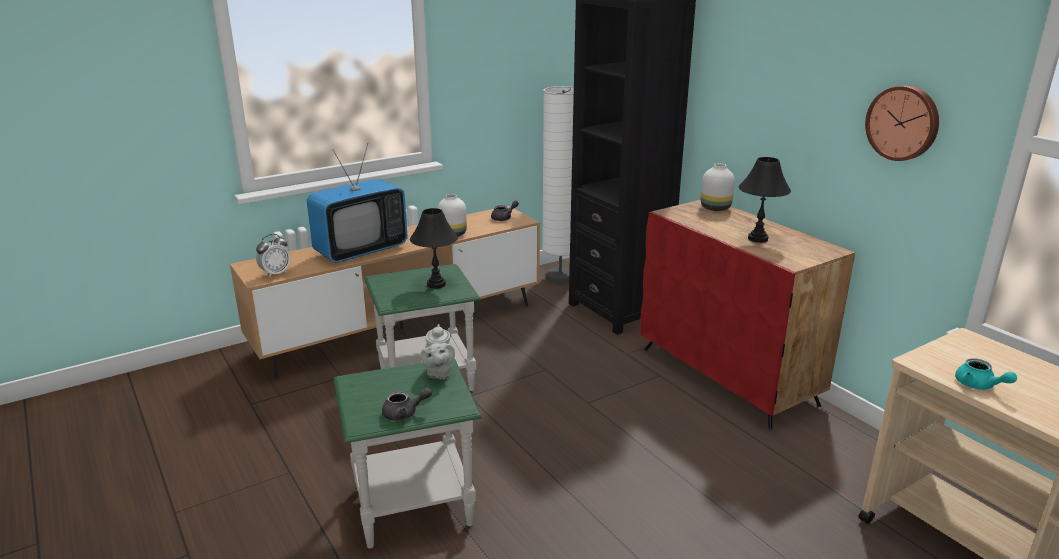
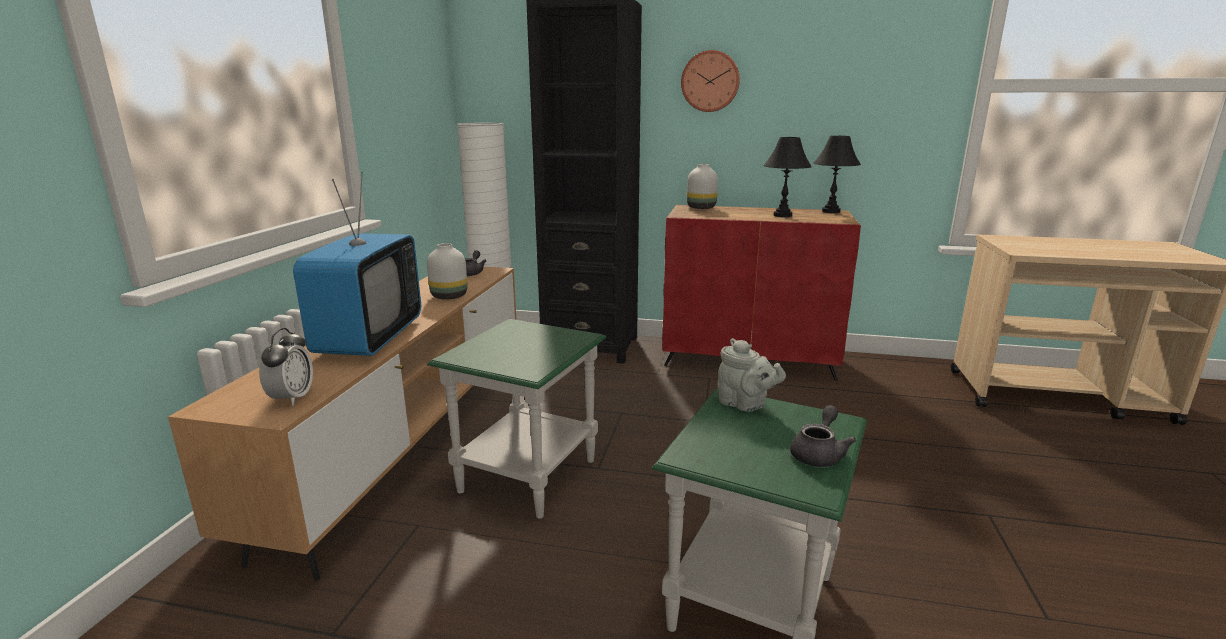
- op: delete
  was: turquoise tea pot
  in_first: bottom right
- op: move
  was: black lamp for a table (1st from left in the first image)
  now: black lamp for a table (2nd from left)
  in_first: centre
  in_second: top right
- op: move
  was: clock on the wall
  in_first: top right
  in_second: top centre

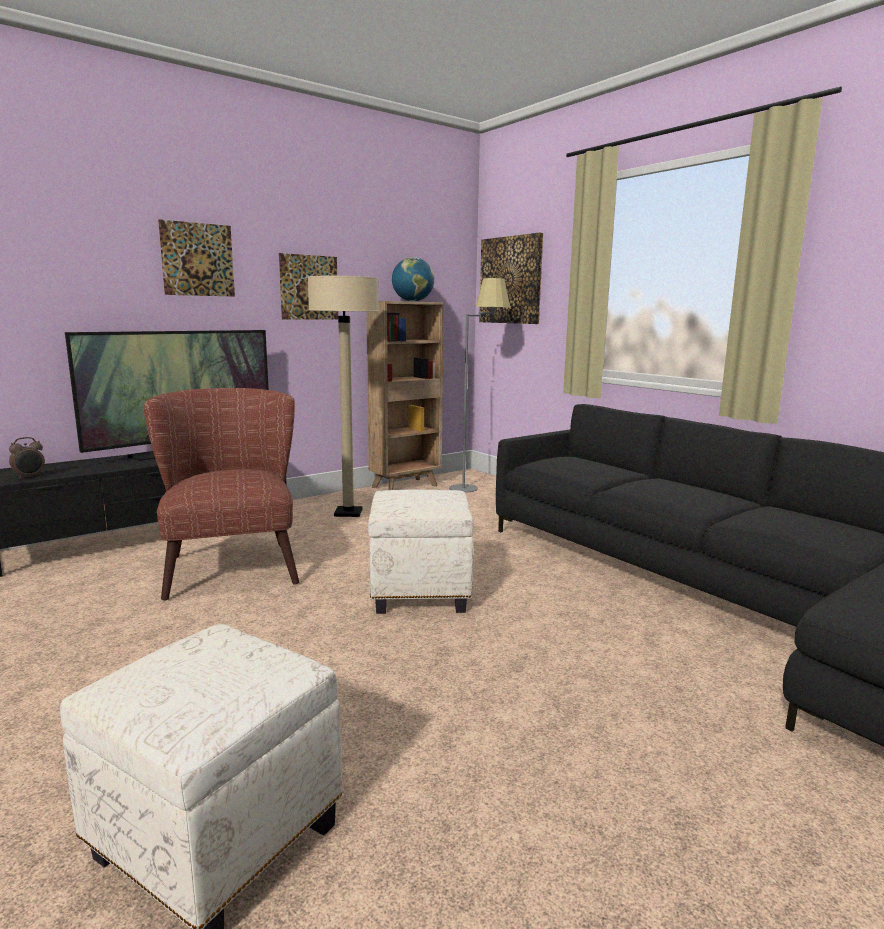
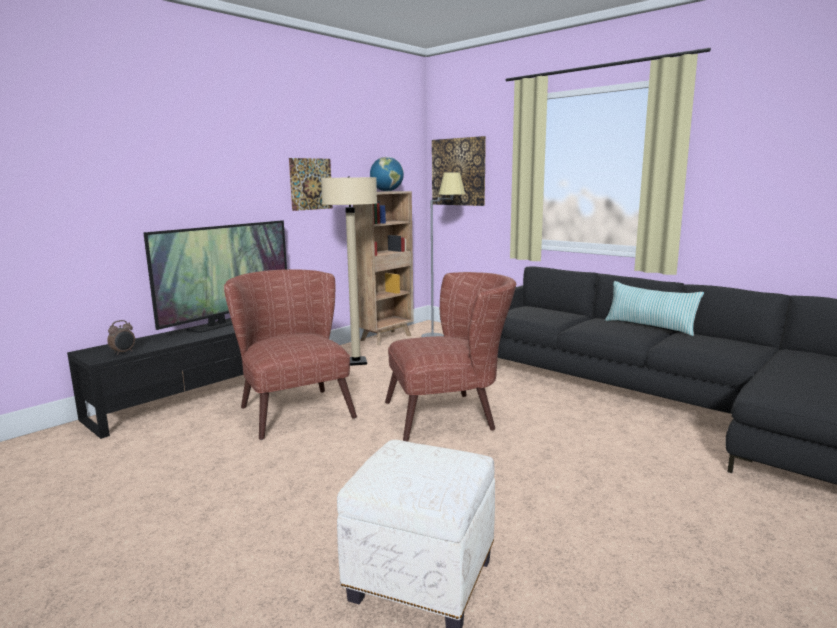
- op: delete
  was: wall picture (1st from left)
  in_first: top left
- op: insert
  now: throw pillow
  in_second: middle right
- op: replace
  was: white-coloured ottoman (2nd from left)
  now: brown lounge chair (2nd from left)
  in_first: centre
  in_second: centre

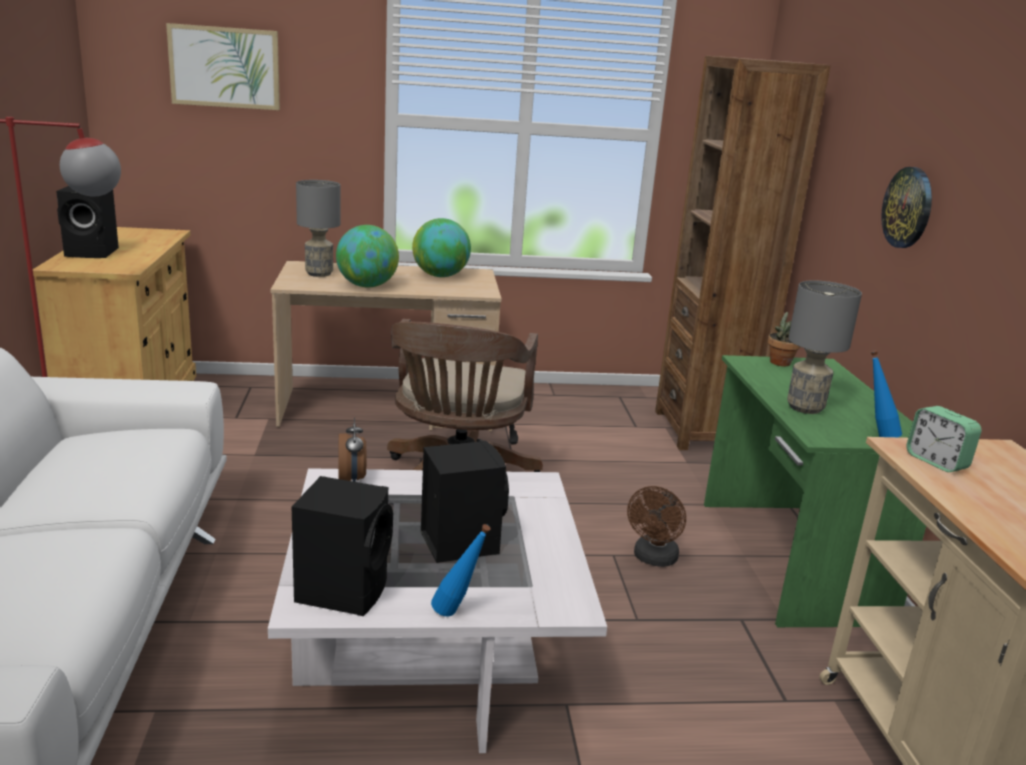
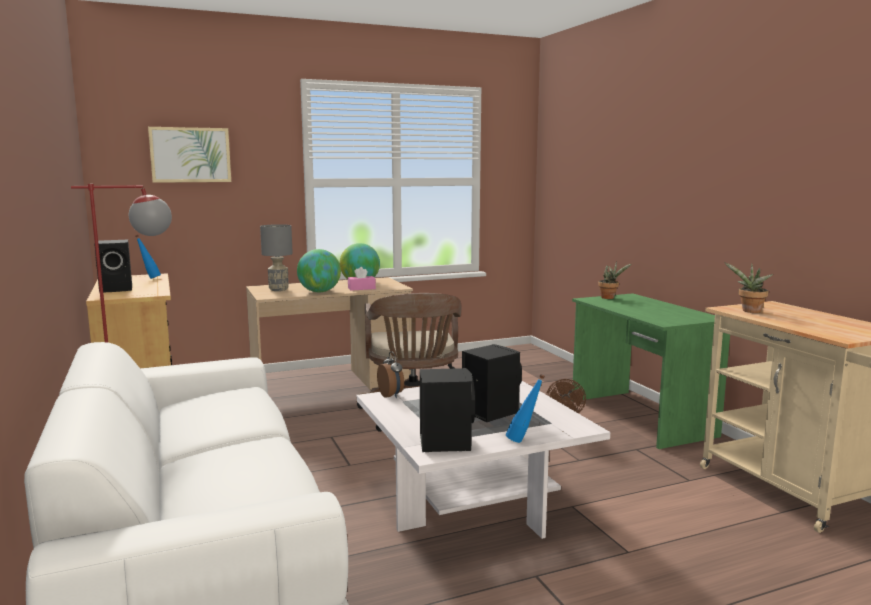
- op: delete
  was: brown bookshelf
  in_first: top right
- op: delete
  was: greyish lamp for a table (2nd from left)
  in_first: middle right
- op: delete
  was: clock on the wall
  in_first: top right
- op: insert
  now: pink-coloured tissue box
  in_second: centre
- op: move
  was: bluish bottle (2nd from left in the first image)
  now: bluish bottle (1st from left)
  in_first: middle right
  in_second: middle left
- op: replace
  was: bedside clock (2nd from left)
  now: houseplant (2nd from left)
  in_first: middle right
  in_second: middle right

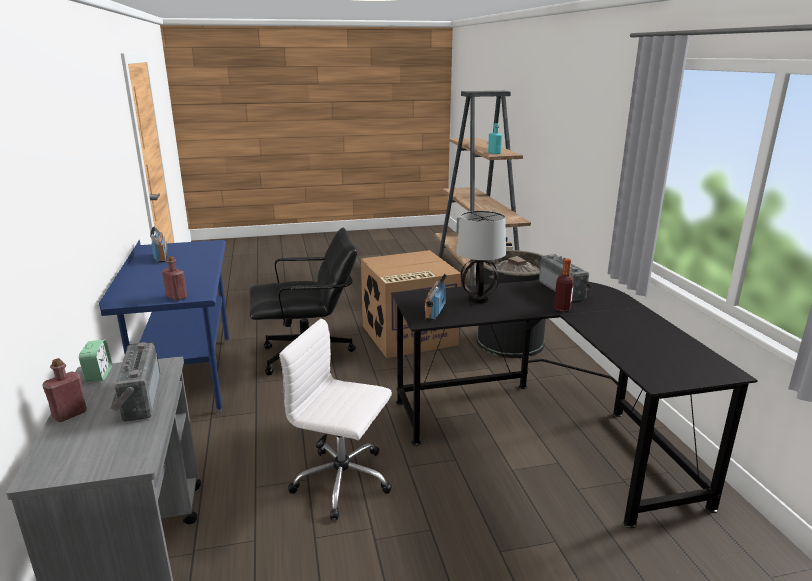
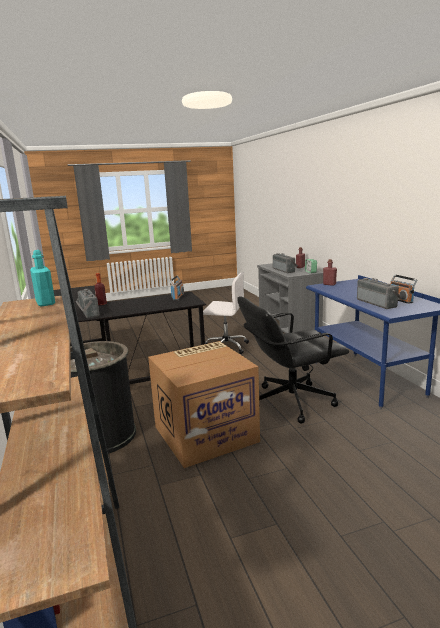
- op: delete
  was: lamp for a table
  in_first: centre
- op: insert
  now: radio (4th from left)
  in_second: middle right

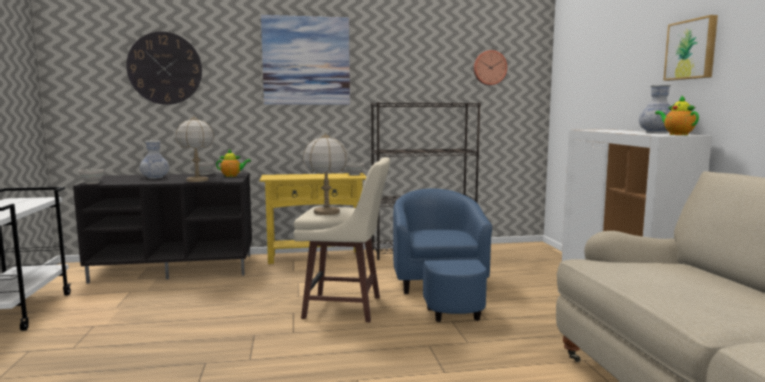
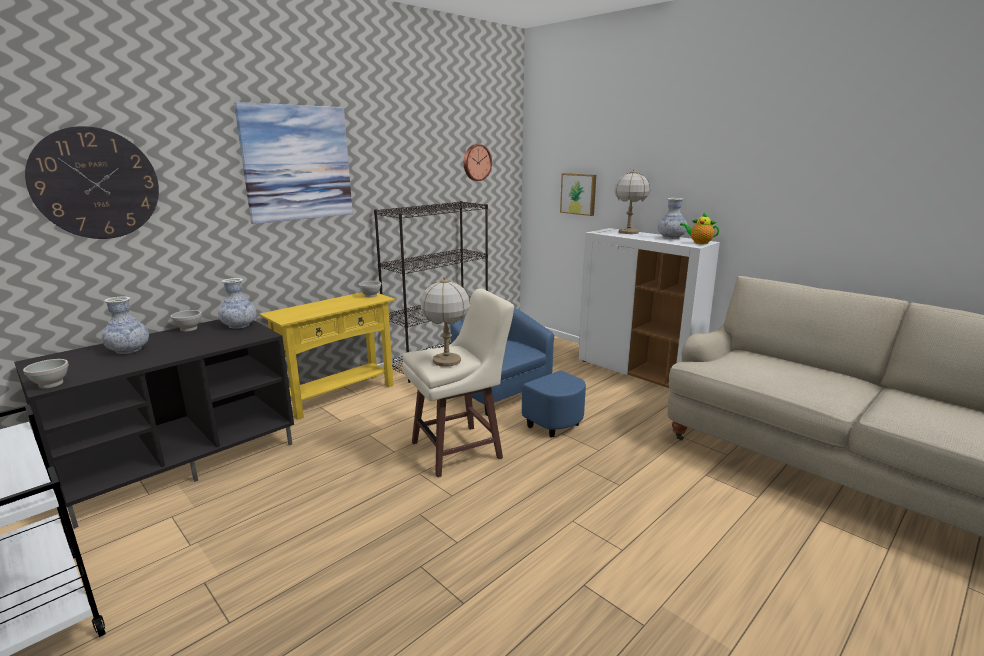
- op: move
  was: lamp for a table (1st from left in the first image)
  now: lamp for a table (2nd from left)
  in_first: middle left
  in_second: top centre
- op: move
  was: wall picture (2nd from left)
  in_first: top right
  in_second: top centre
- op: replace
  was: tea pot (1st from left)
  now: flower vase (2nd from left)
  in_first: middle left
  in_second: middle left

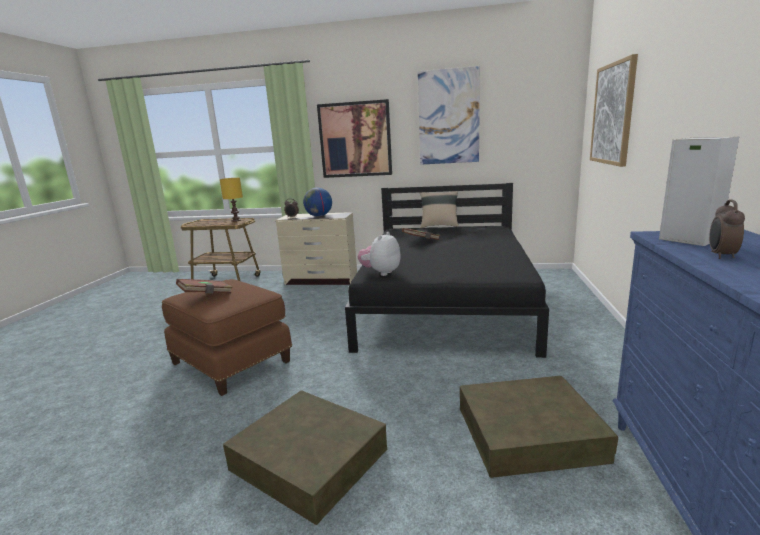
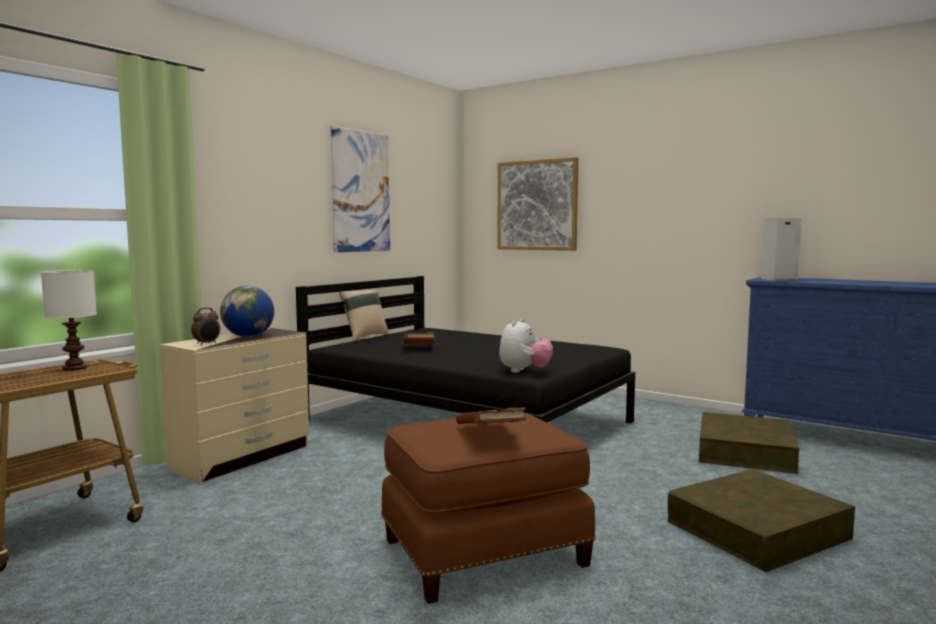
- op: delete
  was: wall picture (1st from left)
  in_first: top centre
- op: delete
  was: bedside clock (2nd from left)
  in_first: middle right
- op: recolor
  was: yellow-coloured lamp for a table
  now: white-coloured lamp for a table
  in_first: middle left
  in_second: middle left
- op: rotate
  was: soft toy
  in_first: centre
  in_second: centre
  clockwise: -120

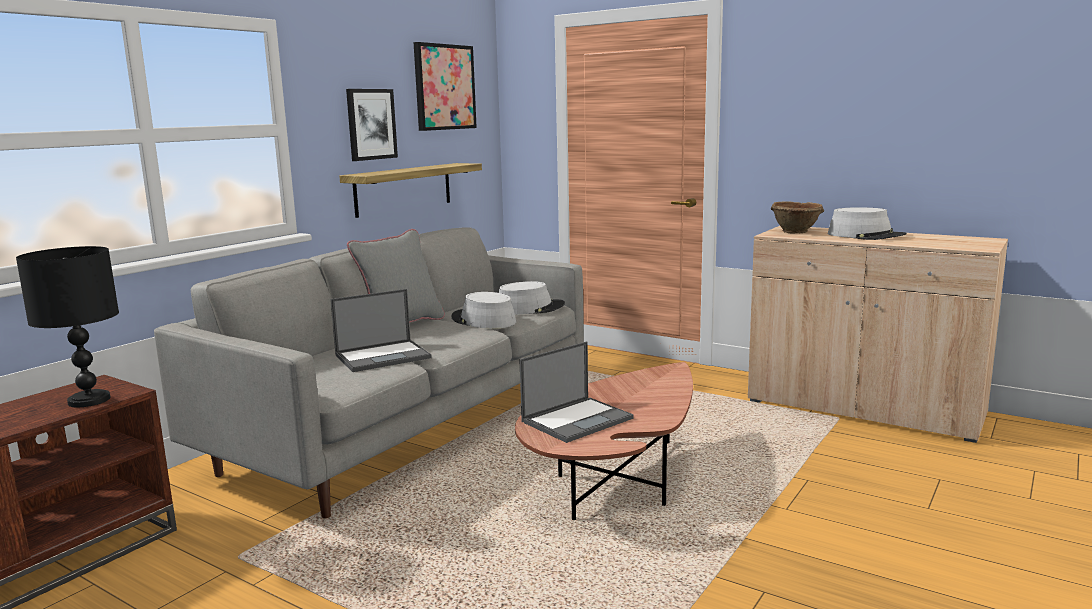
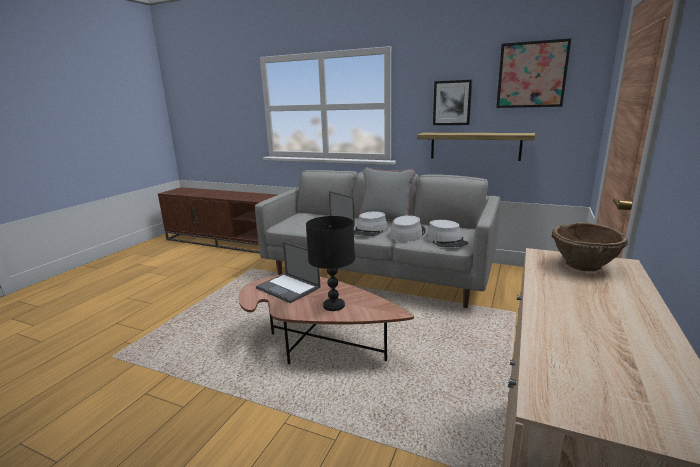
- op: move
  was: black lamp for a table
  in_first: middle left
  in_second: centre
- op: move
  was: greyish hat (3rd from left in the first image)
  now: greyish hat (1st from left)
  in_first: middle right
  in_second: centre

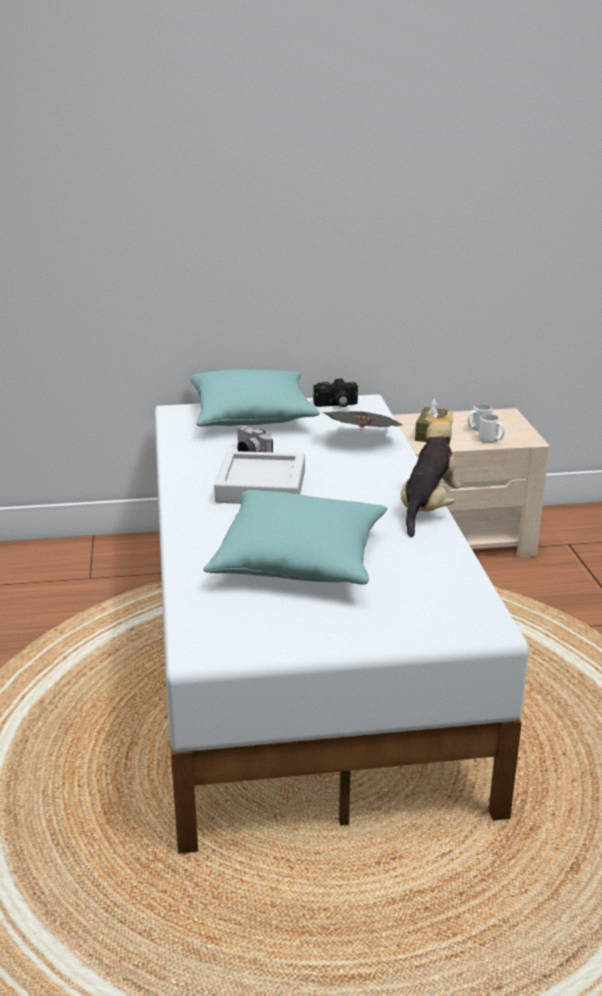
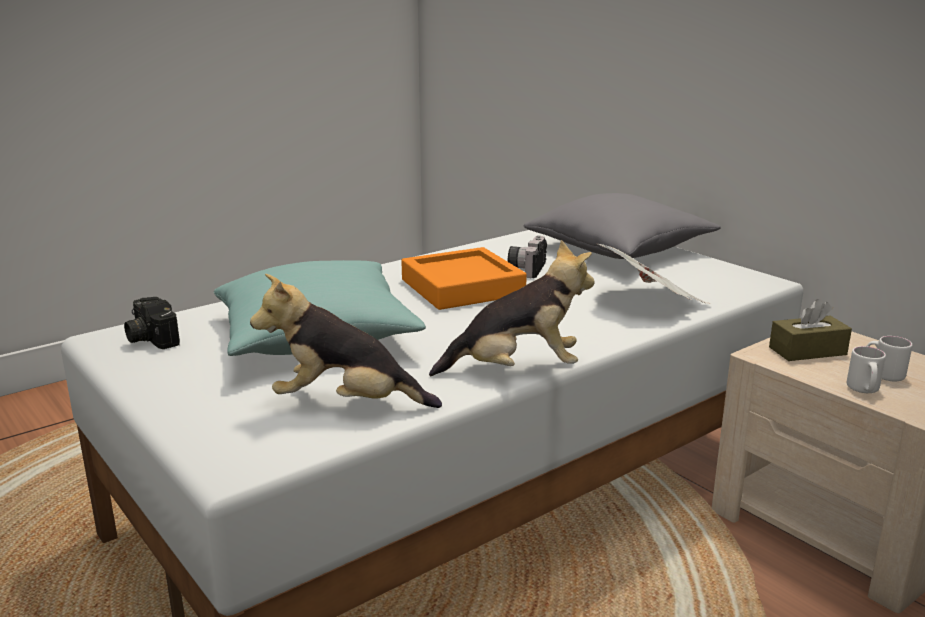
- op: insert
  now: soft toy (1st from left)
  in_second: centre
- op: move
  was: photo camera (2nd from left in the first image)
  now: photo camera (1st from left)
  in_first: centre
  in_second: middle left
- op: recolor
  was: turquoise throw pillow (1st from left)
  now: greyish throw pillow
  in_first: centre
  in_second: middle right
- op: recolor
  was: greyish carrying tray
  now: orangey carrying tray
  in_first: centre
  in_second: centre

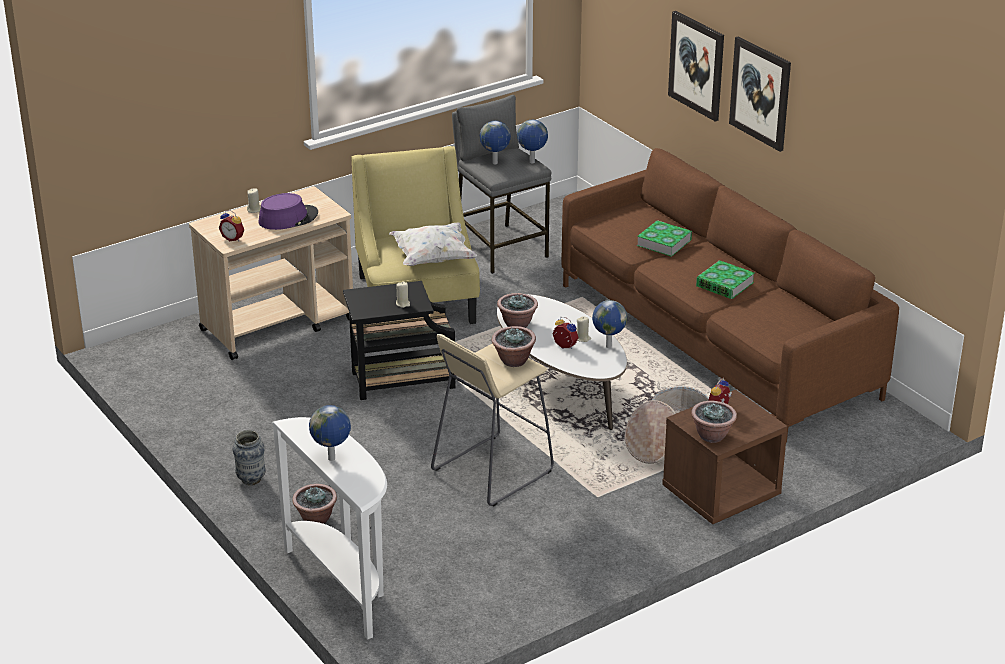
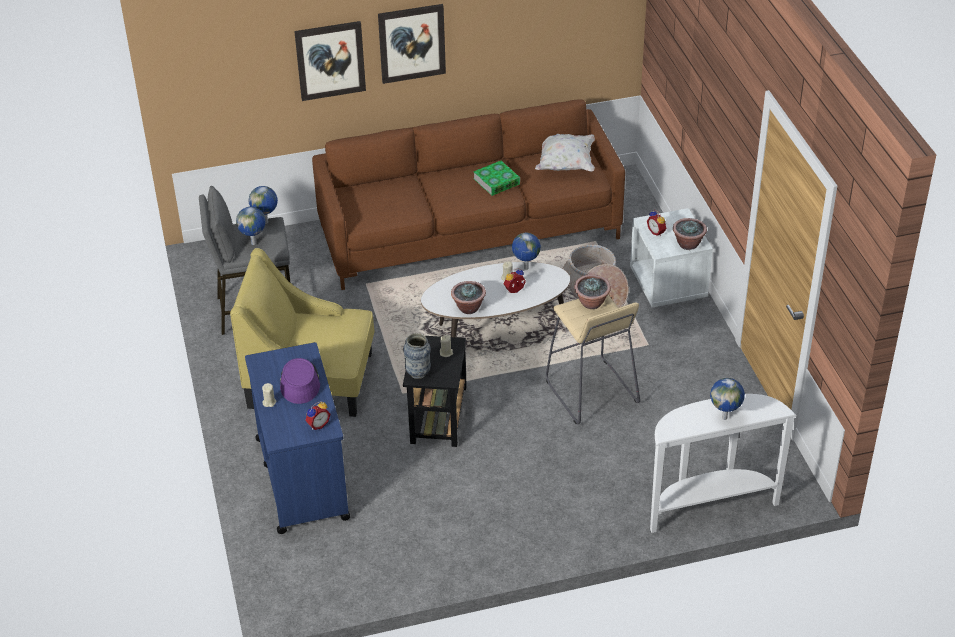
- op: delete
  was: houseplant (1st from left)
  in_first: bottom left
- op: delete
  was: volume (1st from left)
  in_first: centre
- op: move
  was: flower vase
  in_first: bottom left
  in_second: centre
- op: move
  was: white-coloured throw pillow
  in_first: centre
  in_second: top centre
- op: recolor
  was: beige-coloured trolley
  now: bluish trolley
  in_first: middle left
  in_second: bottom left
- op: recolor
  was: brown nightstand
  now: white-coloured nightstand
  in_first: bottom right
  in_second: middle right

